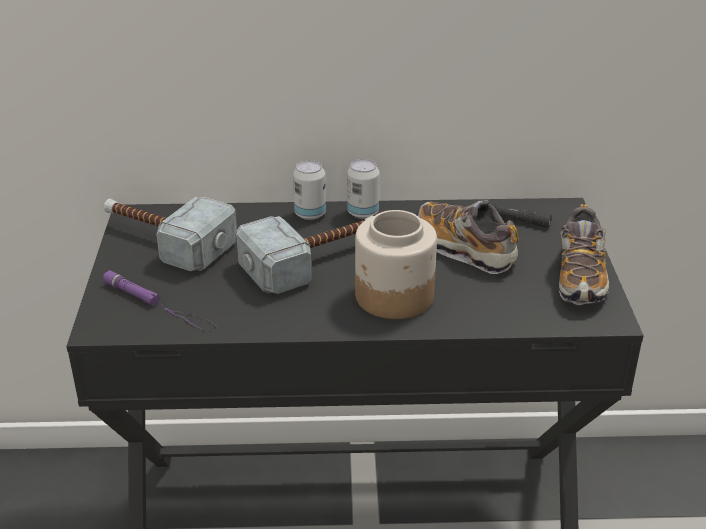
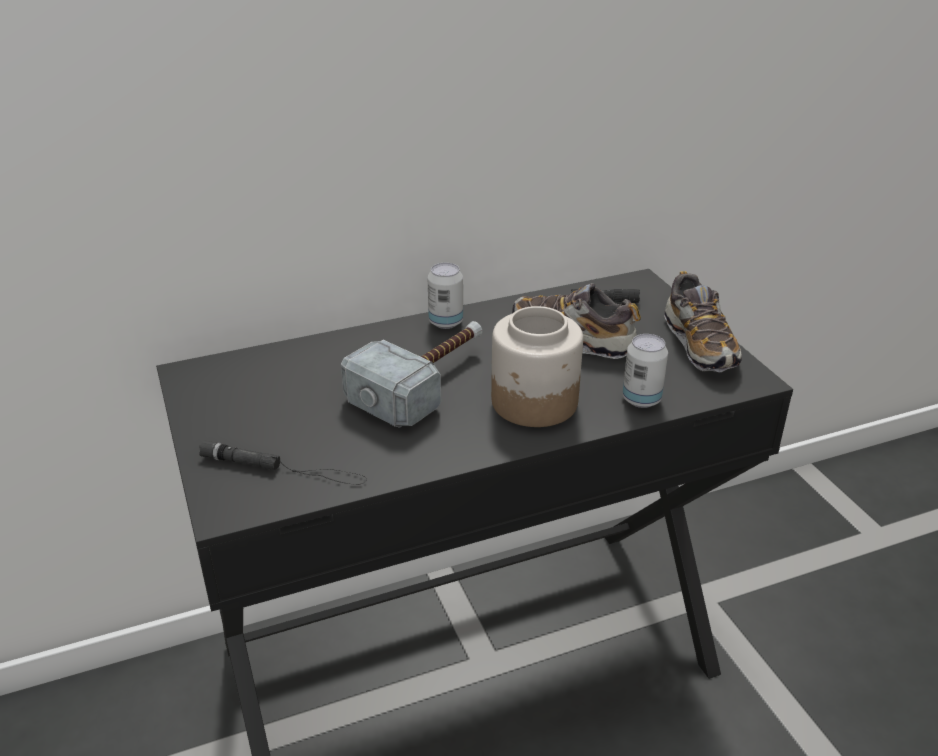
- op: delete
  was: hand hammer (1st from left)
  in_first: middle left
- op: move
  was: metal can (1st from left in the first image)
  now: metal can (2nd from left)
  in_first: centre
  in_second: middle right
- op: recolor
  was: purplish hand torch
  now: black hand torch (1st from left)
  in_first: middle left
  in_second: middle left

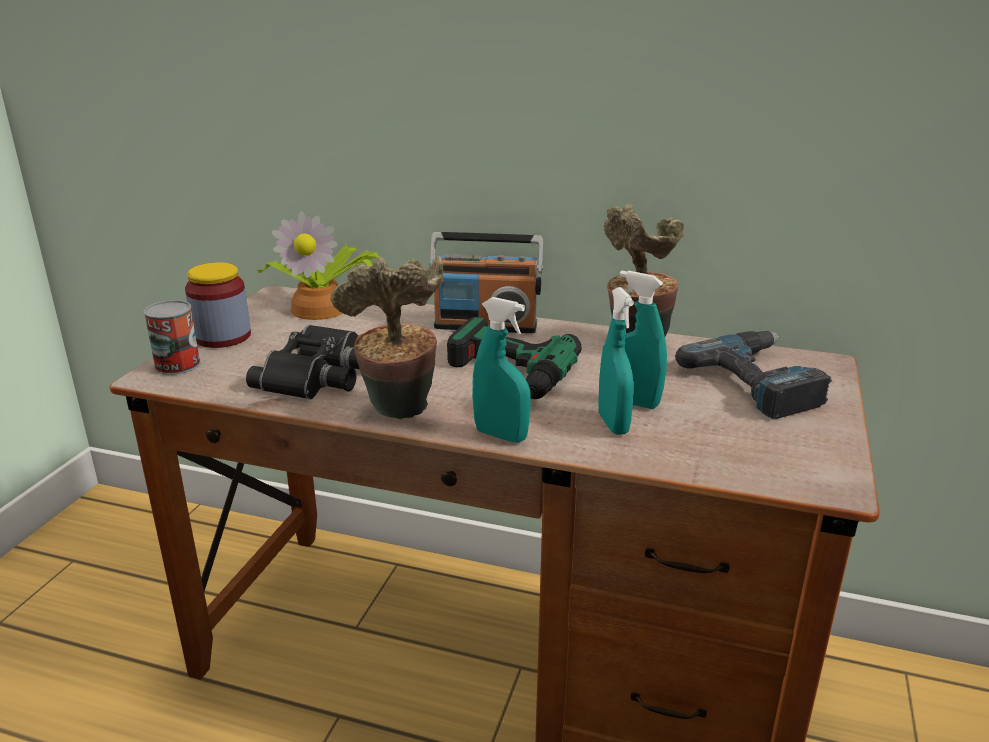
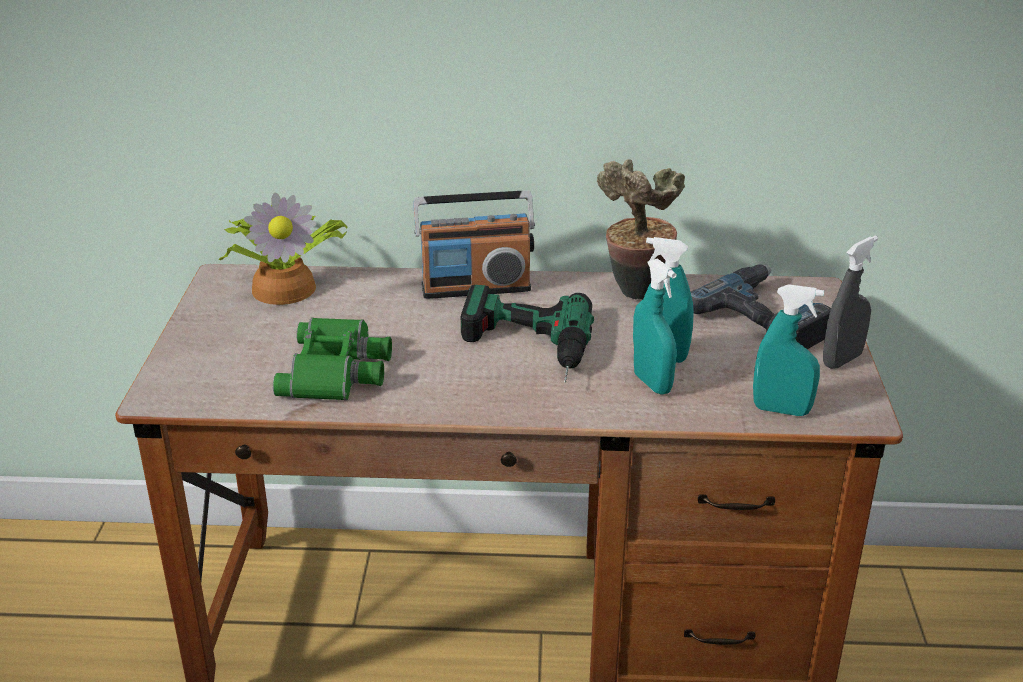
- op: delete
  was: metal can
  in_first: middle left
- op: delete
  was: storage jar
  in_first: middle left
- op: delete
  was: houseplant (2nd from left)
  in_first: centre
- op: insert
  now: greyish spray bottle
  in_second: middle right
- op: move
  was: turquoise spray bottle (1st from left in the first image)
  now: turquoise spray bottle (3rd from left)
  in_first: centre
  in_second: middle right
- op: recolor
  was: black pair of binoculars
  now: greenish pair of binoculars
  in_first: middle left
  in_second: middle left

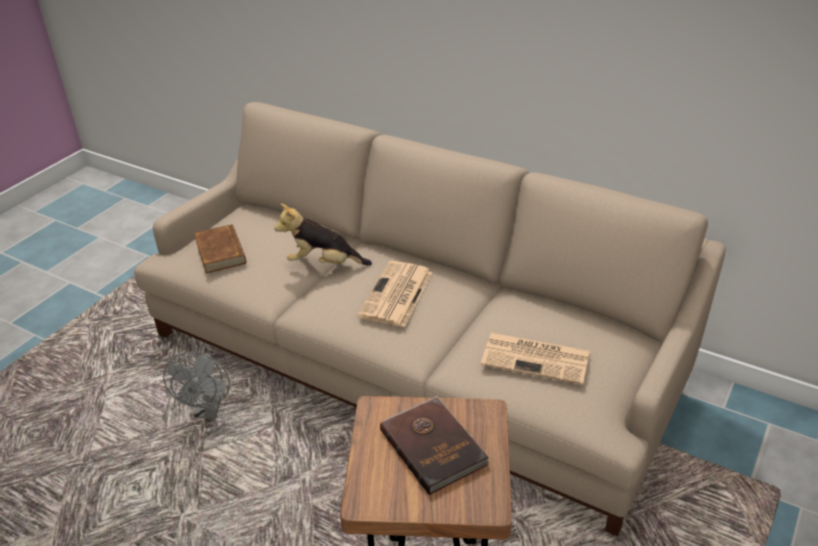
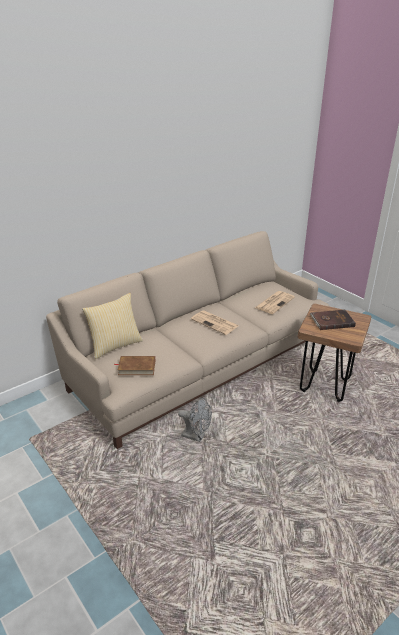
- op: delete
  was: soft toy
  in_first: centre
- op: insert
  now: throw pillow
  in_second: middle left

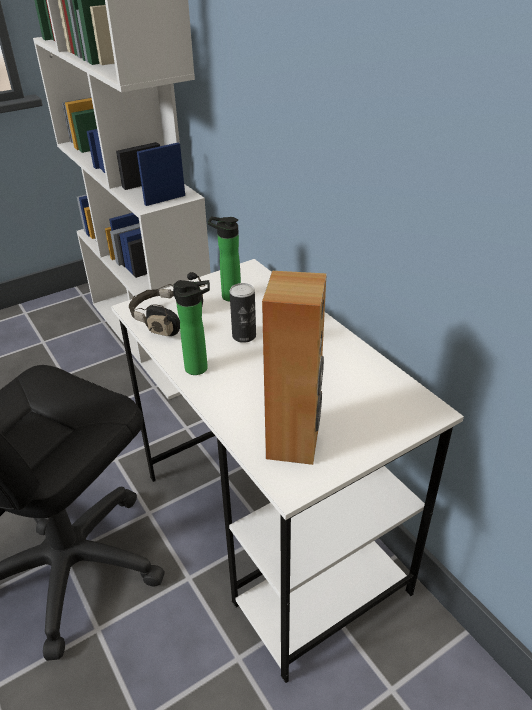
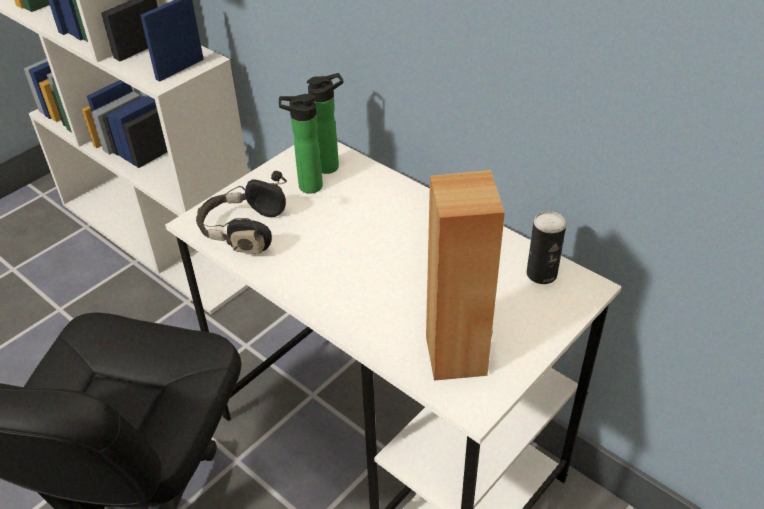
- op: move
  was: bottle (1st from left in the first image)
  now: bottle (2nd from left)
  in_first: centre
  in_second: top centre
- op: move
  was: metal can
  in_first: centre
  in_second: middle right

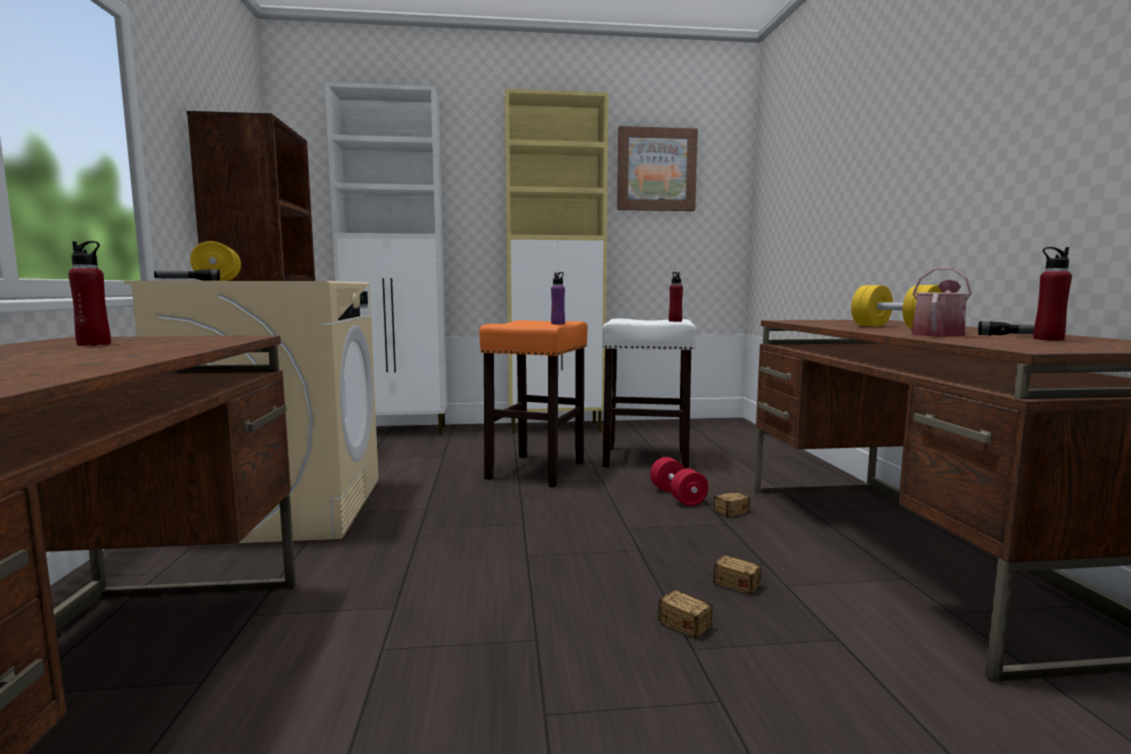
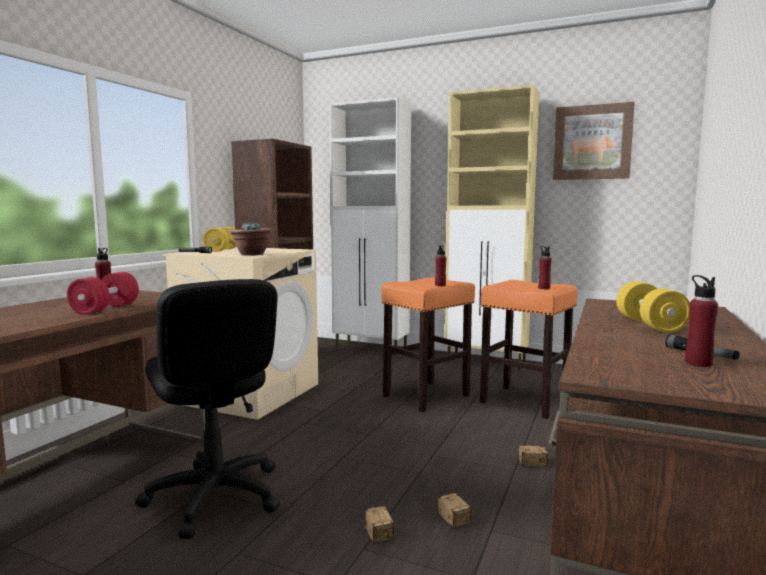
- op: delete
  was: watering pot
  in_first: middle right
- op: insert
  now: black desk chair
  in_second: bottom left
- op: insert
  now: houseplant
  in_second: middle left
- op: move
  was: red free weight
  in_first: centre
  in_second: middle left
- op: recolor
  was: purplish bottle
  now: red bottle (2nd from left)
  in_first: centre
  in_second: centre
- op: recolor
  was: white-coloured sitting stool
  now: orangey sitting stool (2nd from left)
  in_first: centre
  in_second: middle right

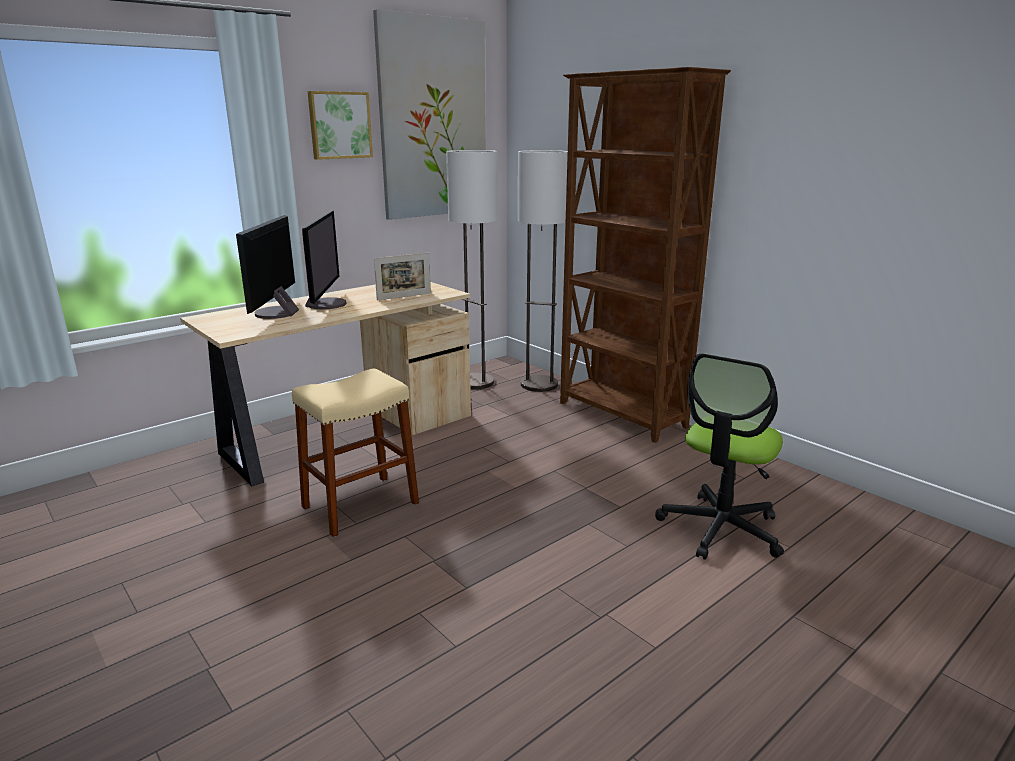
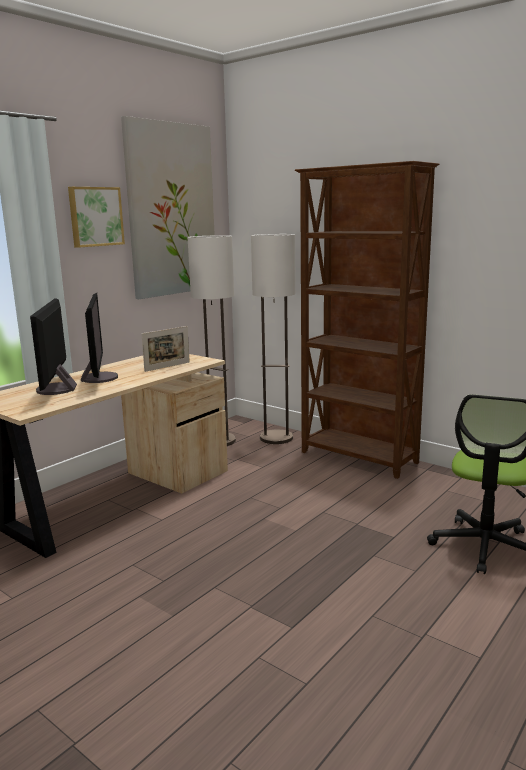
- op: delete
  was: beige-coloured sitting stool
  in_first: centre

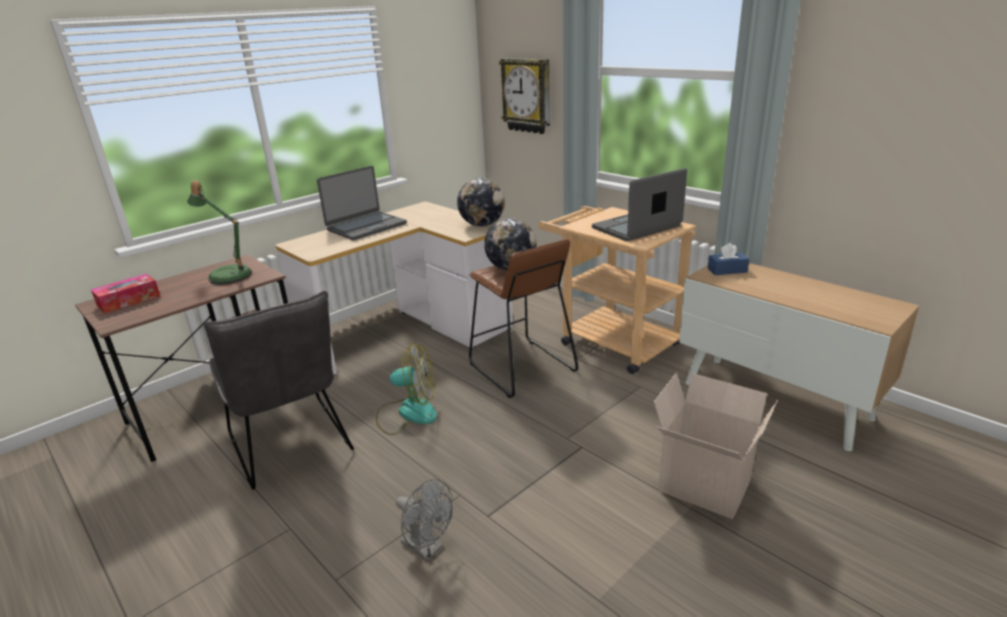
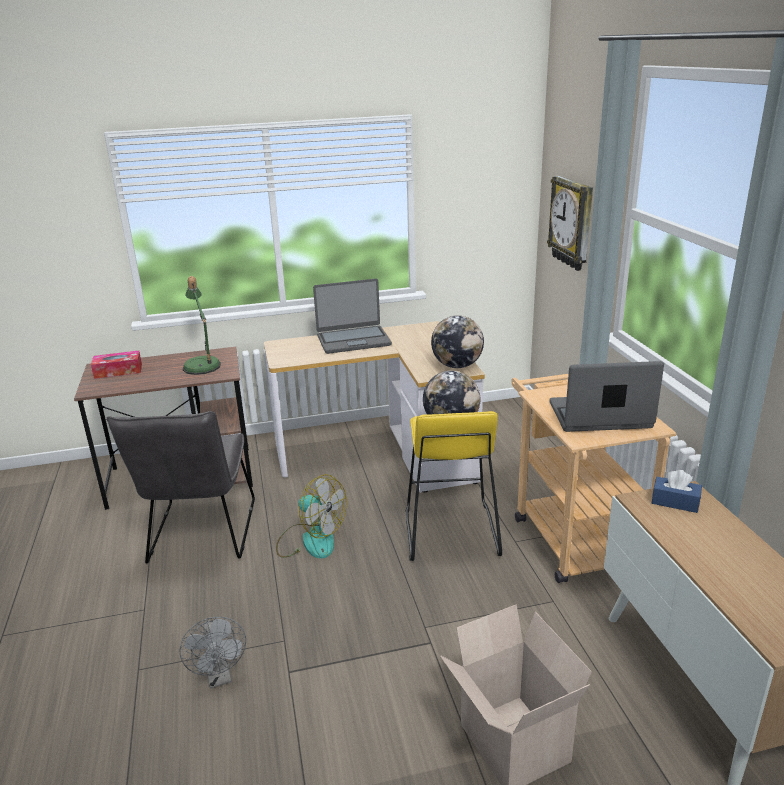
- op: recolor
  was: brown sitting stool
  now: yellow-coloured sitting stool
  in_first: centre
  in_second: centre

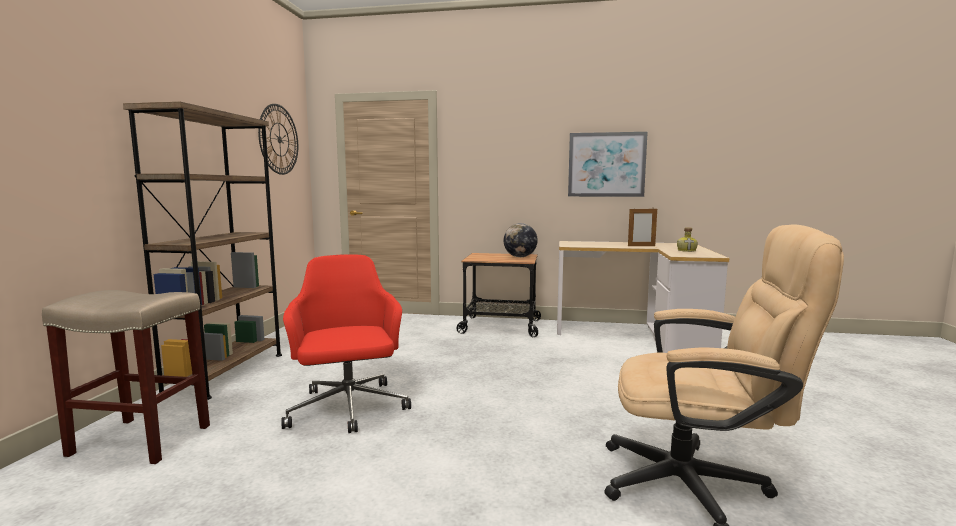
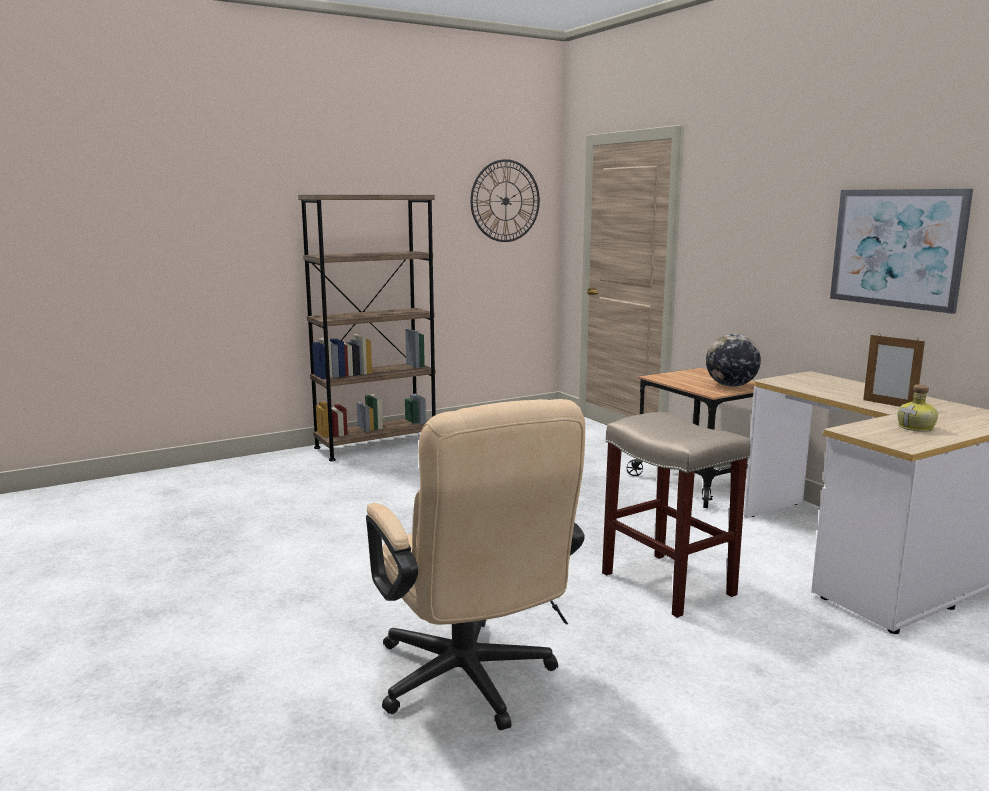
- op: delete
  was: red desk chair
  in_first: centre
- op: move
  was: beige-coloured sitting stool
  in_first: bottom left
  in_second: middle right

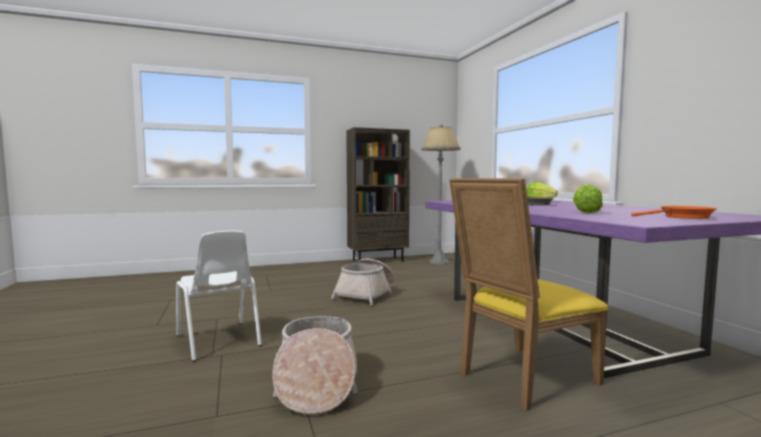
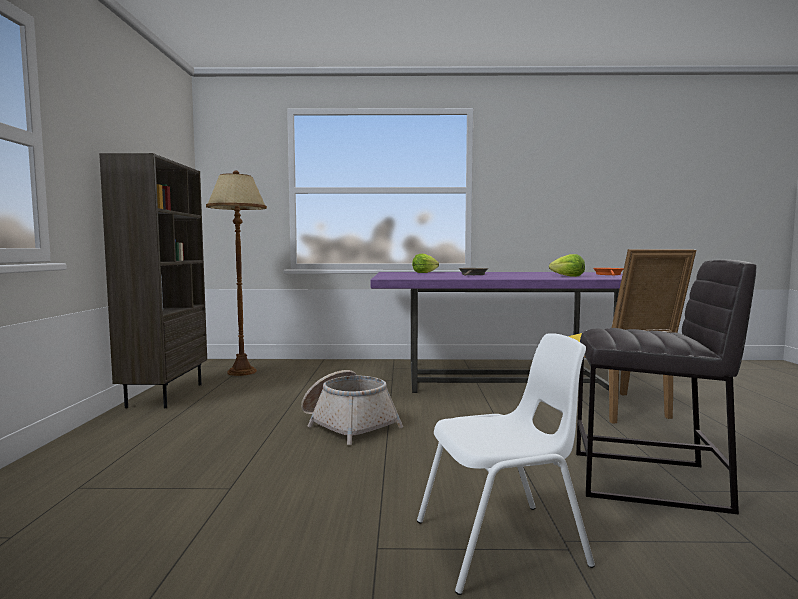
- op: replace
  was: storage basket (1st from left)
  now: greyish sitting stool
  in_first: bottom centre
  in_second: middle right
- op: recolor
  was: greyish standing lamp
  now: brown standing lamp
  in_first: centre
  in_second: middle left

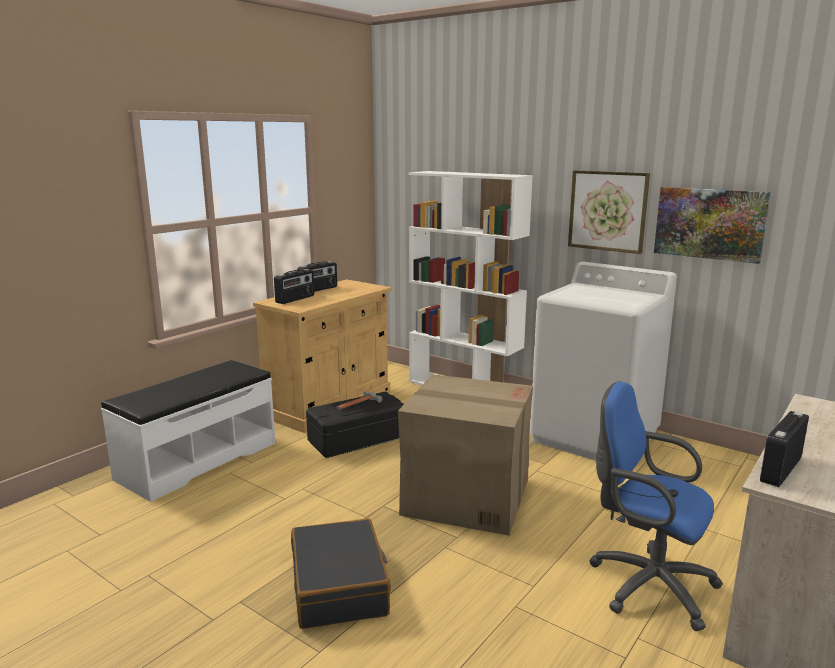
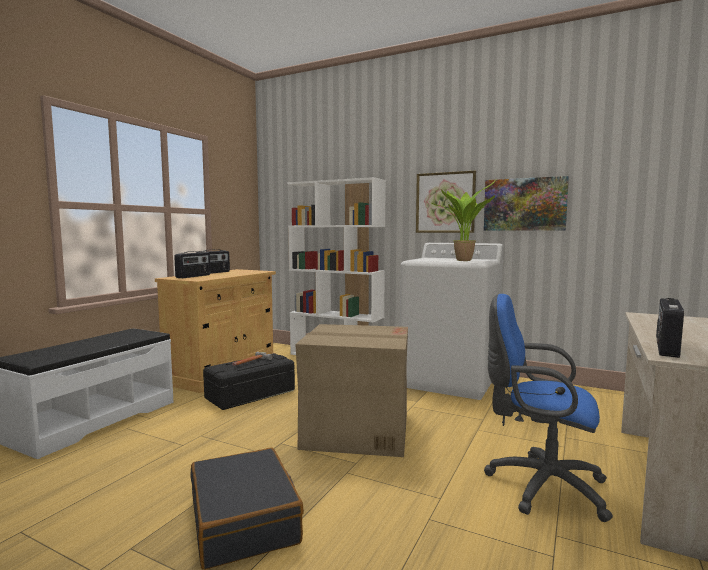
- op: insert
  now: houseplant
  in_second: centre

